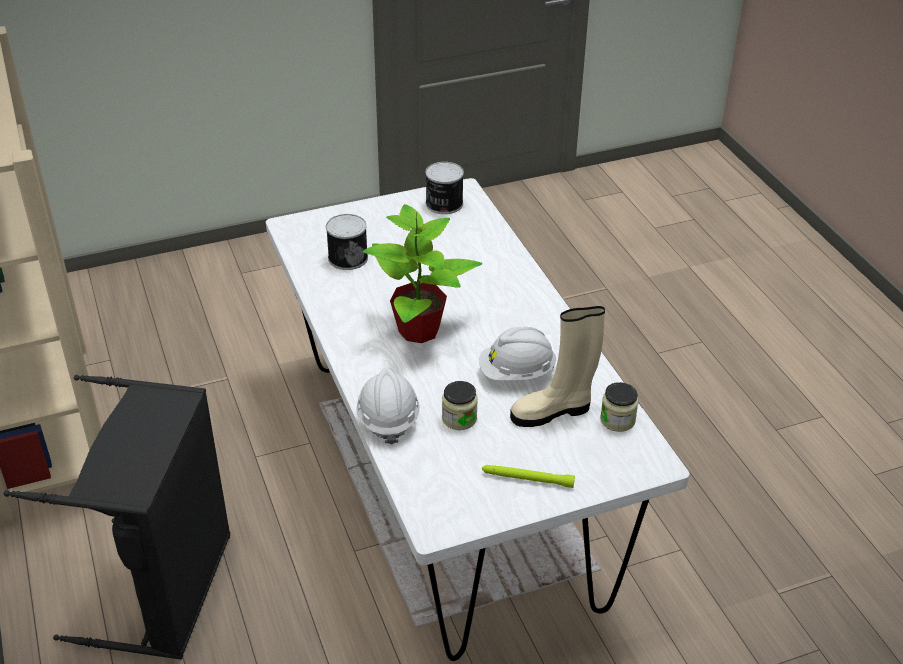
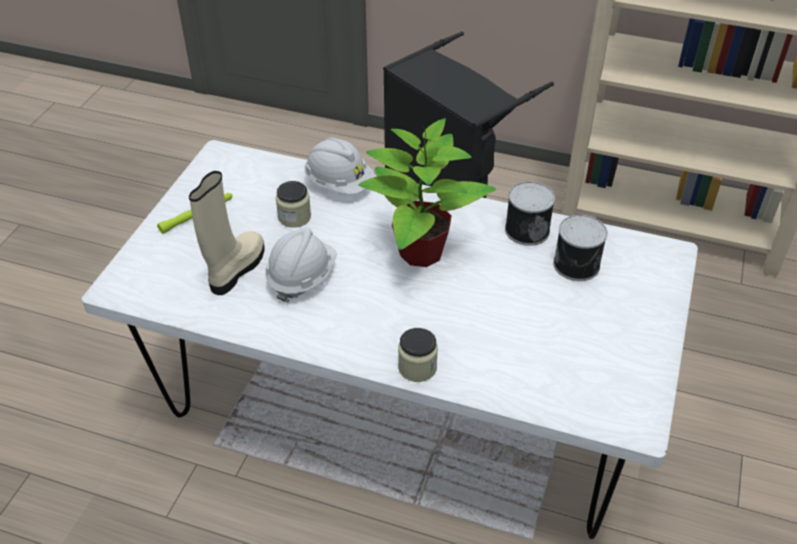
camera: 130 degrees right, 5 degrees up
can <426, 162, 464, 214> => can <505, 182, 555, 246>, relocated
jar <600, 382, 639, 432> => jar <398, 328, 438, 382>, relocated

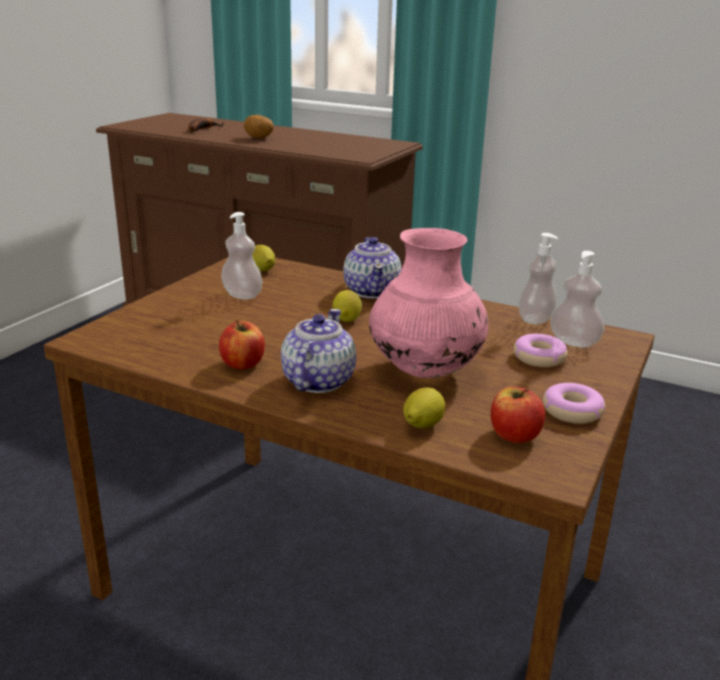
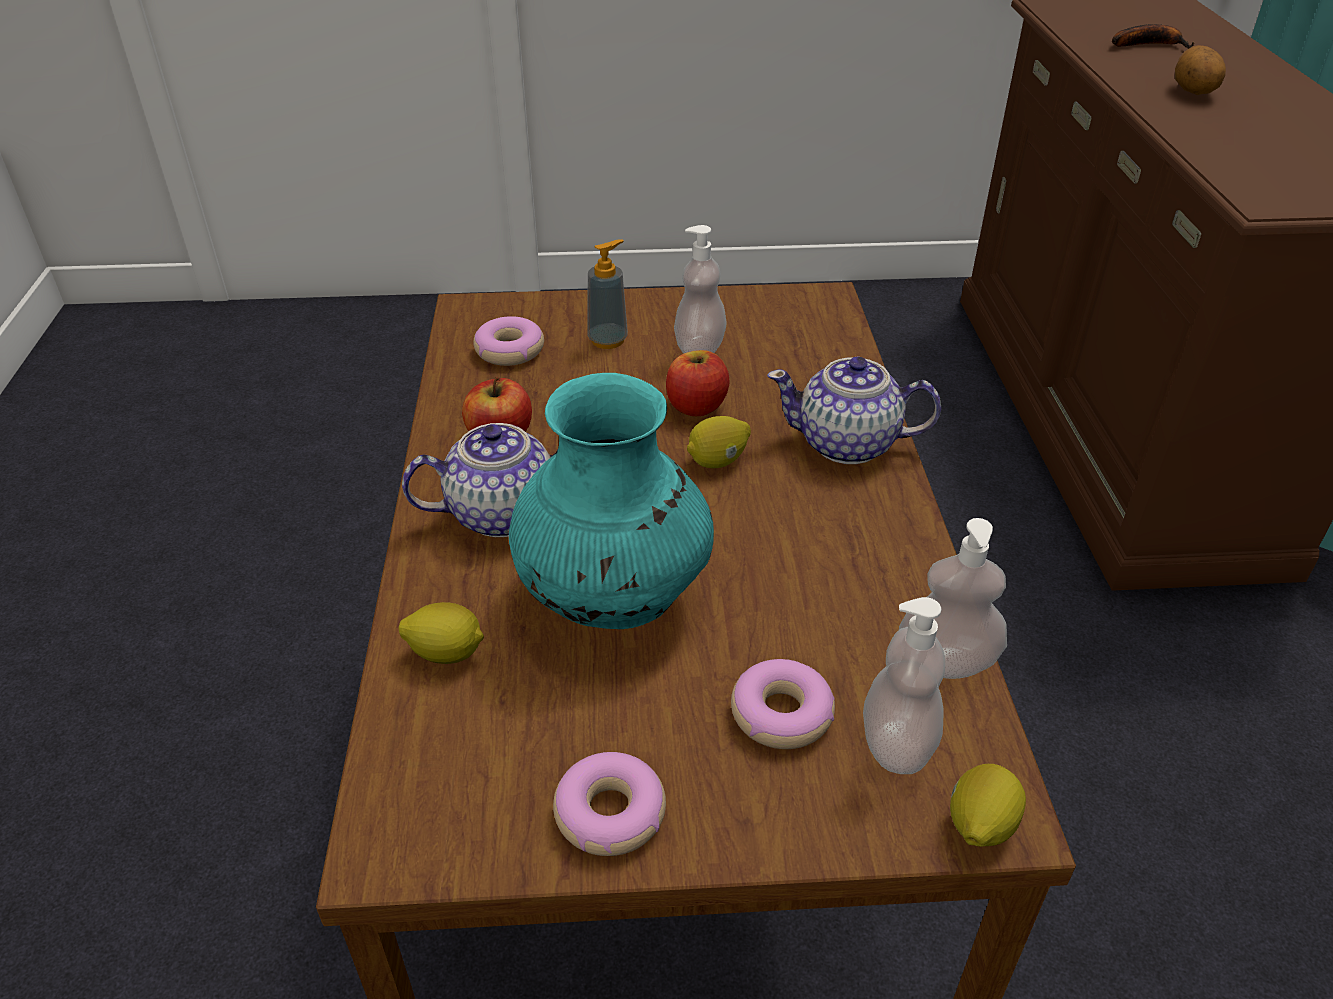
camera: 60 degrees right, 15 degrees up
lemon <253, 245, 275, 271> => lemon <950, 764, 1026, 847>, relocated
teapot <343, 237, 402, 298> => teapot <767, 357, 941, 464>, 45 degrees clockwise
vase/pink <369, 228, 488, 378> => vase/turquoise <509, 373, 714, 629>
apple <491, 387, 545, 443> => apple <666, 350, 730, 416>, relocated
nothing => donut <473, 316, 544, 366>
nothing => soap dispenser <587, 239, 628, 349>

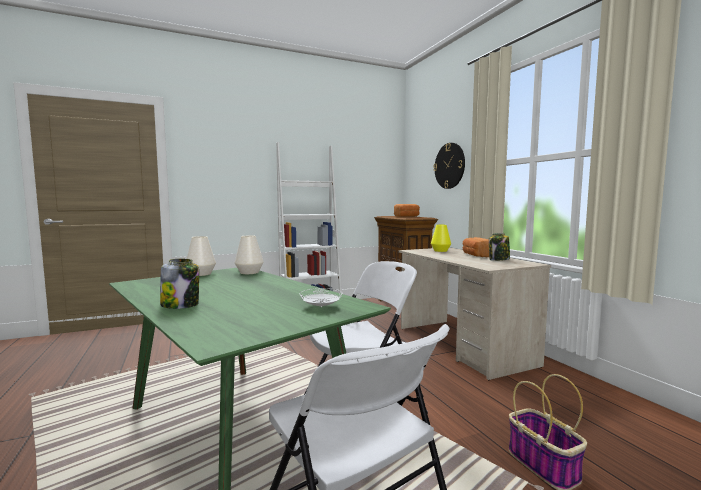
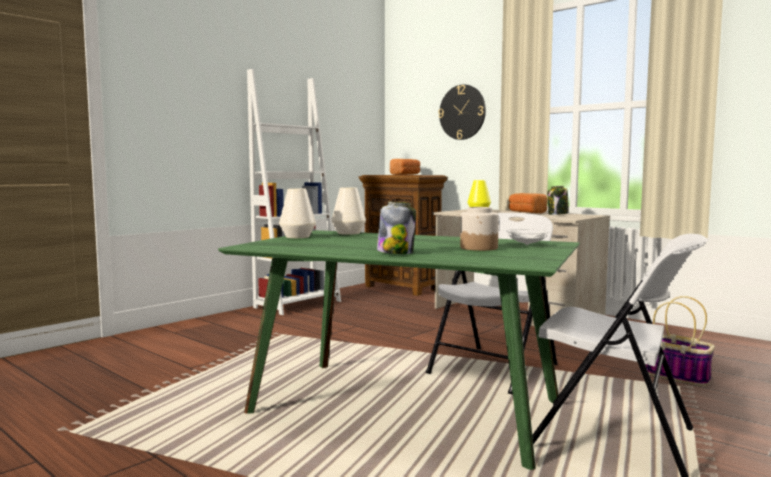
camera: 25 degrees left, 0 degrees up
nothing => jar <460, 207, 499, 251>

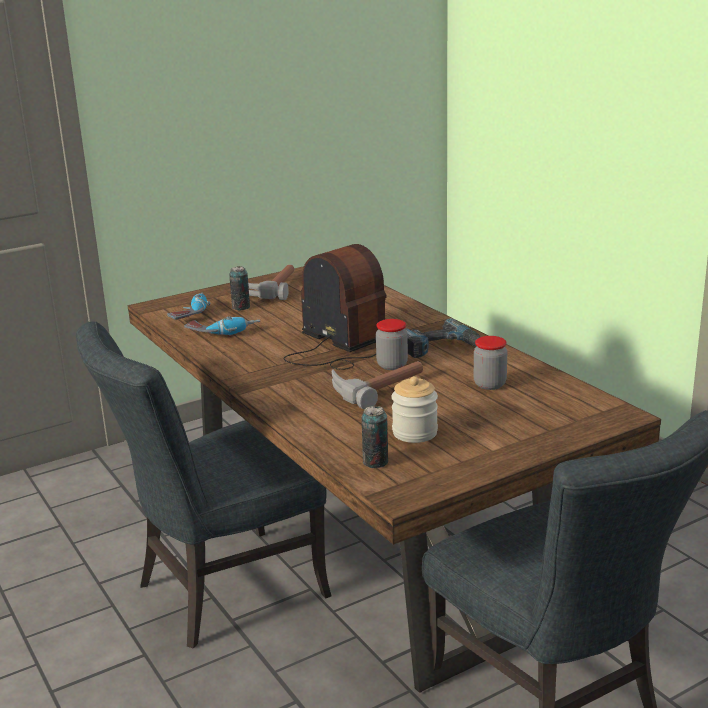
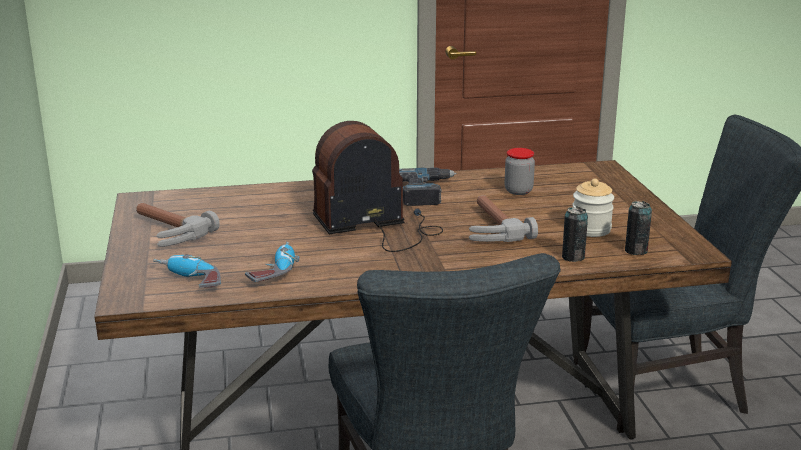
camera: 70 degrees left, 0 degrees up
can <229, 266, 250, 311> => can <562, 207, 588, 262>, relocated
jar <376, 319, 408, 370> => nothing

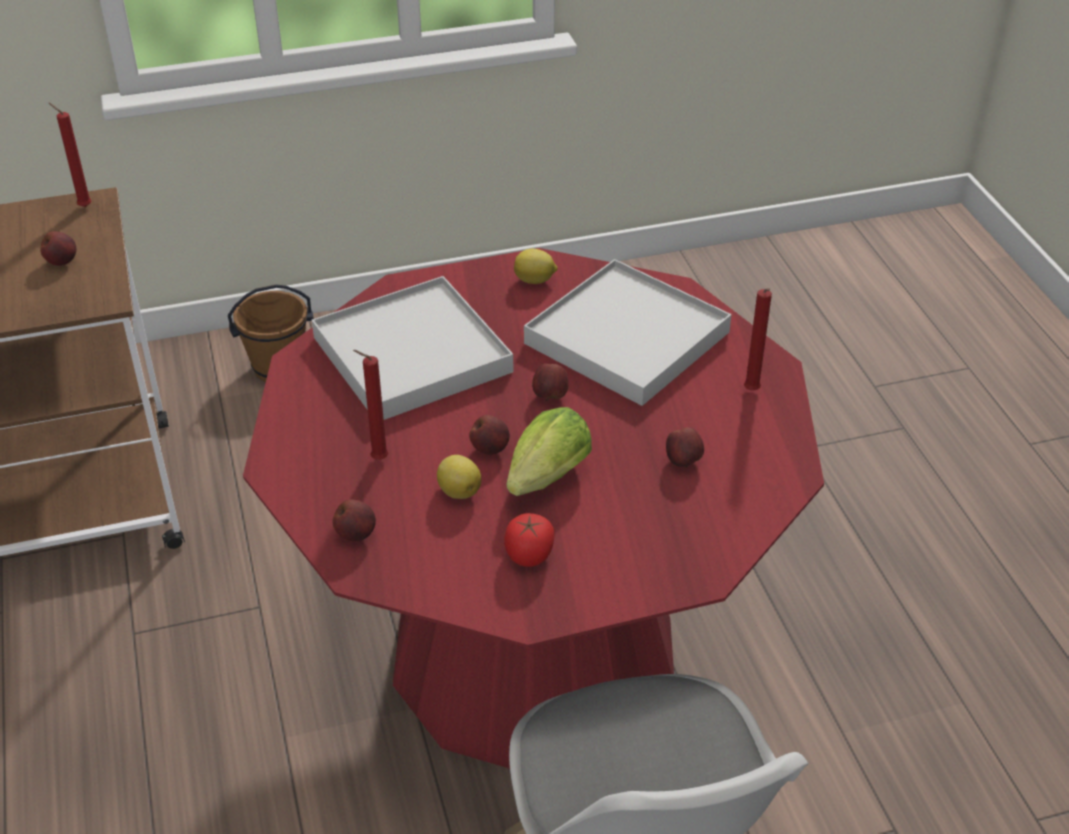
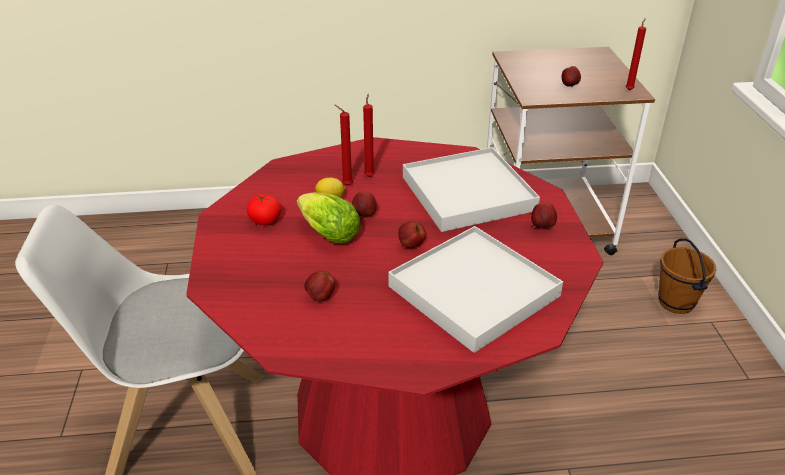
camera: 100 degrees right, 5 degrees down
apple <332, 499, 376, 541> => apple <531, 203, 557, 230>, relocated
lemon <514, 249, 558, 284> => nothing
candle/red <744, 288, 772, 391> => candle/red <335, 105, 353, 185>, relocated

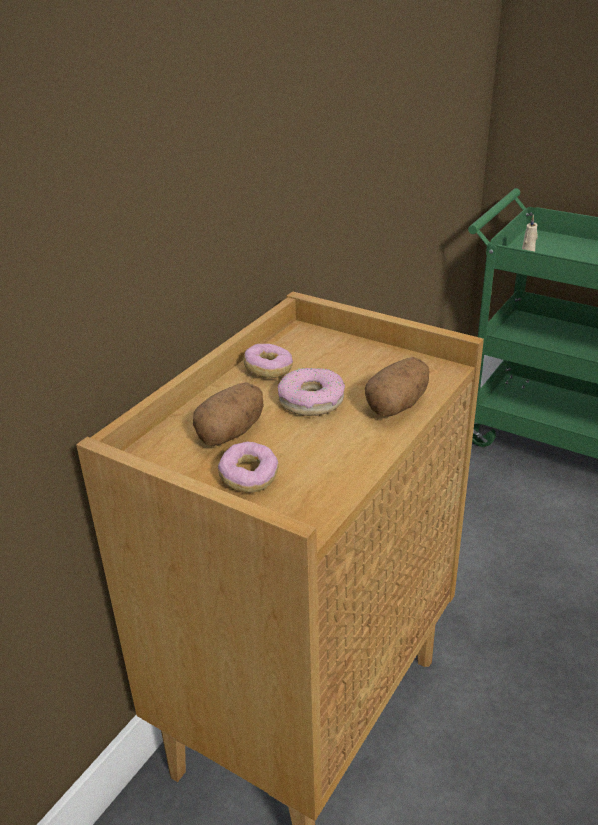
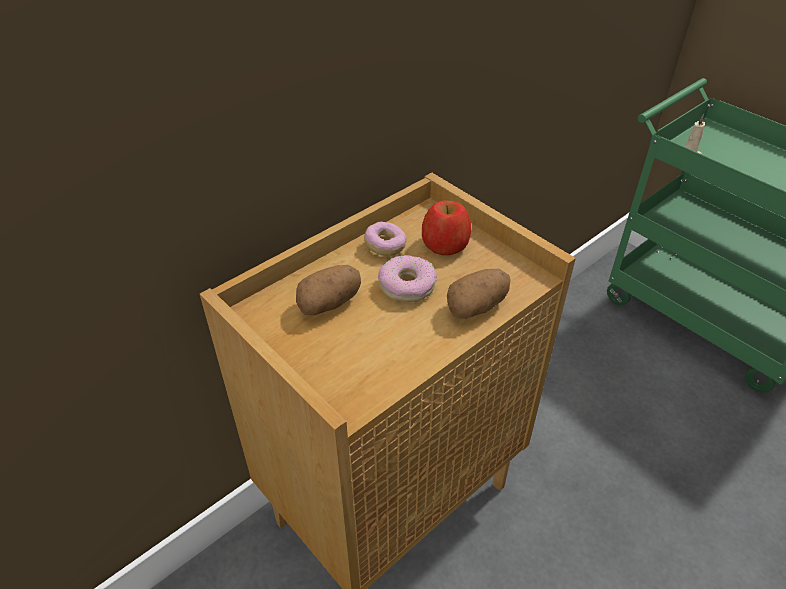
camera: 15 degrees right, 10 degrees up
donut <218, 442, 278, 493> => nothing
nothing => apple <422, 200, 471, 255>

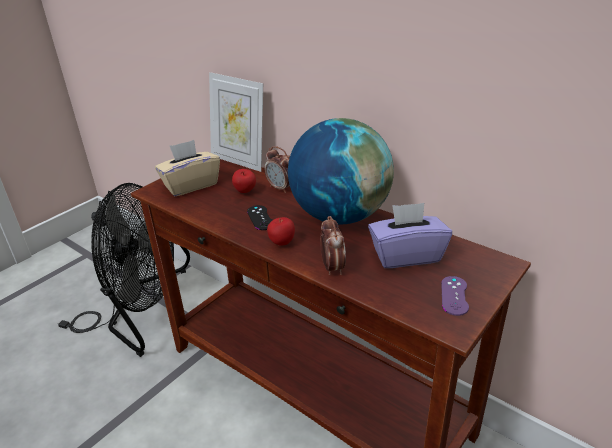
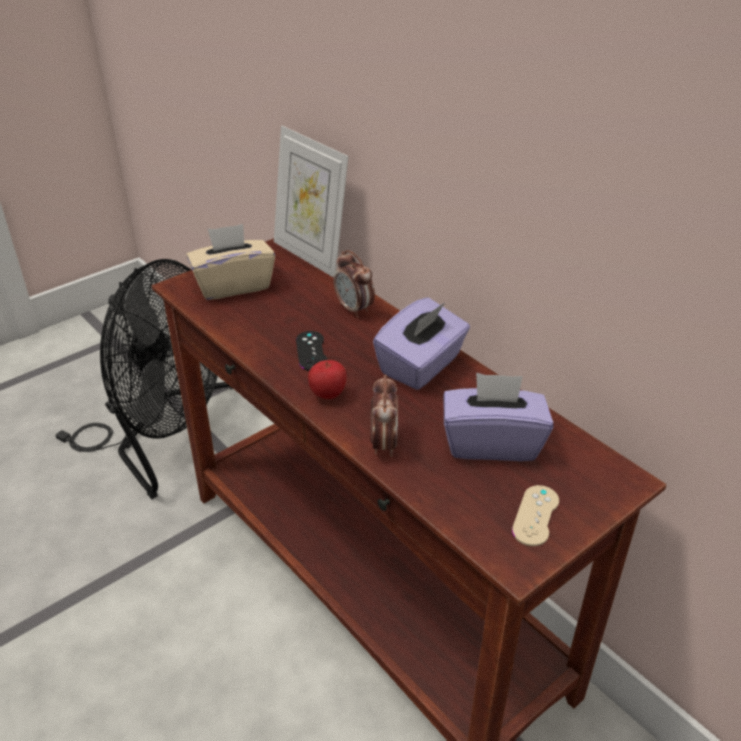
camera: 10 degrees right, 5 degrees up
apple <232, 169, 256, 193> => nothing
globe <288, 118, 394, 224> => tissue box/purple <373, 297, 470, 390>
game controller/purple <441, 276, 469, 316> => game controller/beige <512, 485, 559, 546>

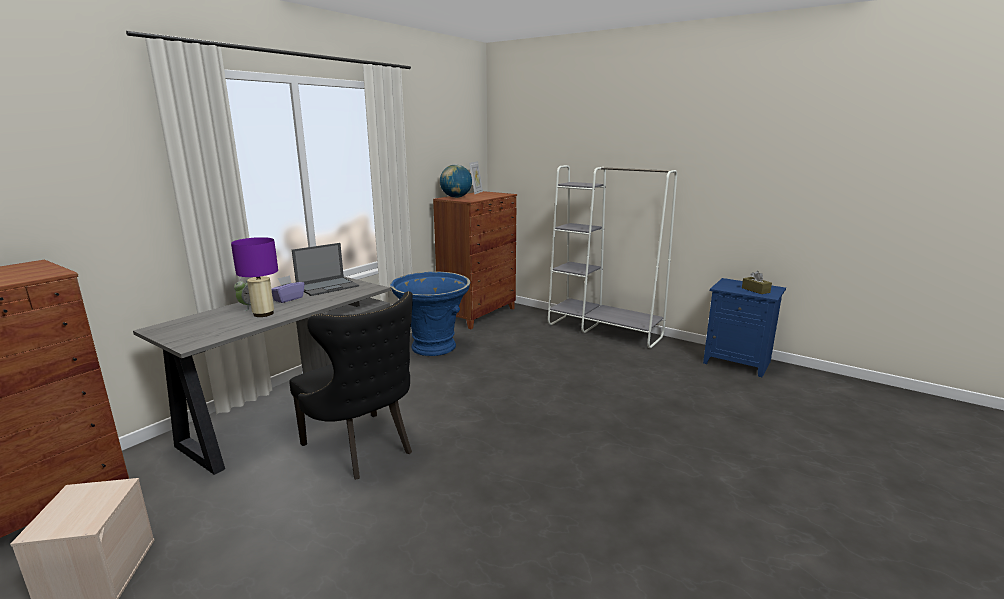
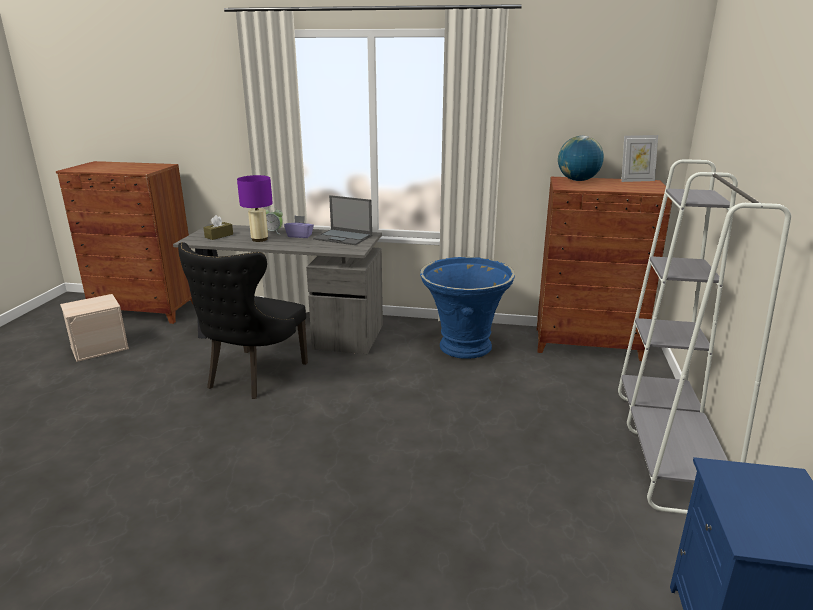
camera: 65 degrees right, 5 degrees up
tissue box/brown <742, 271, 772, 294> => tissue box/brown <203, 215, 233, 240>, relocated

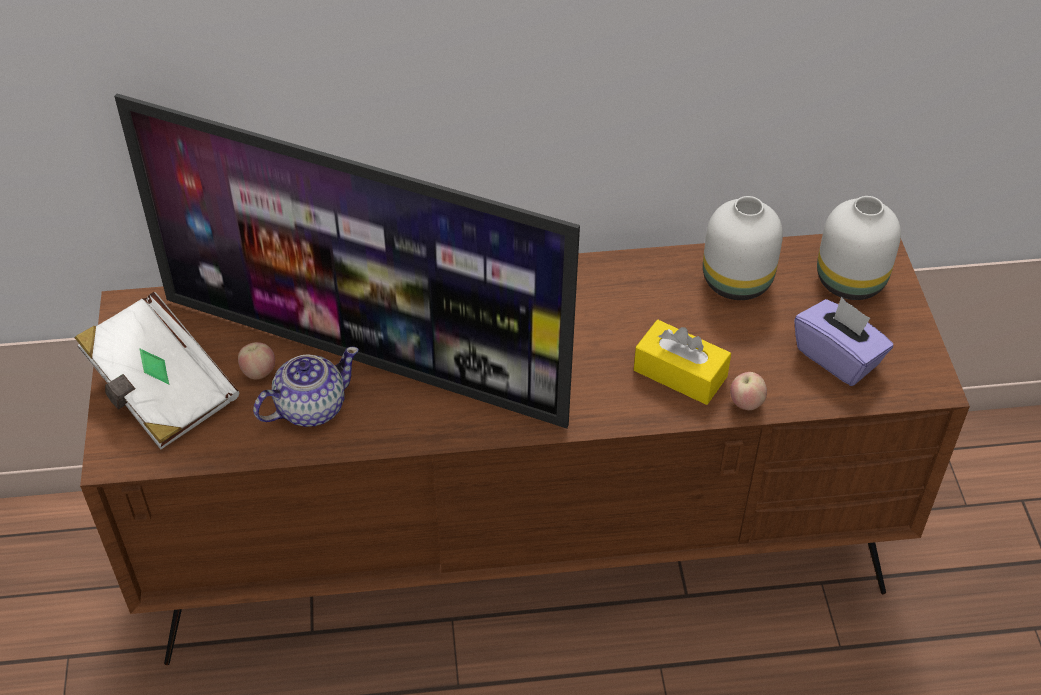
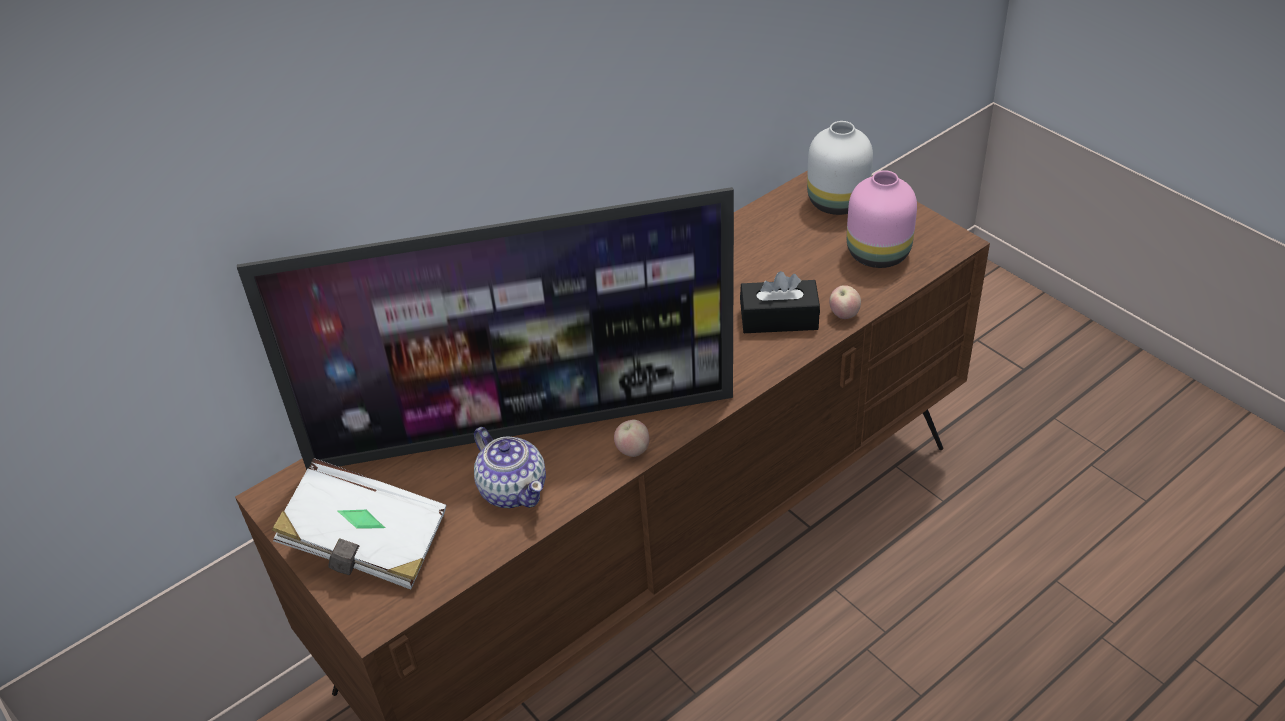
camera: 30 degrees left, 5 degrees down
apple <238, 342, 275, 379> => apple <614, 419, 650, 457>, relocated
teapot <253, 347, 359, 427> => teapot <474, 427, 546, 508>, 120 degrees clockwise
tissue box/yellow <634, 320, 731, 405> => tissue box/black <740, 271, 820, 333>
vase/white <703, 196, 783, 300> => nothing
tissue box/purple <794, 297, 893, 386> => vase/pink <847, 170, 917, 268>

